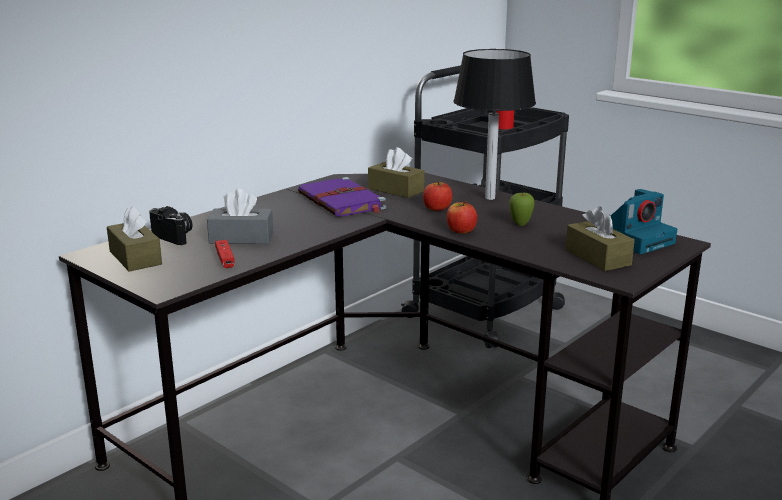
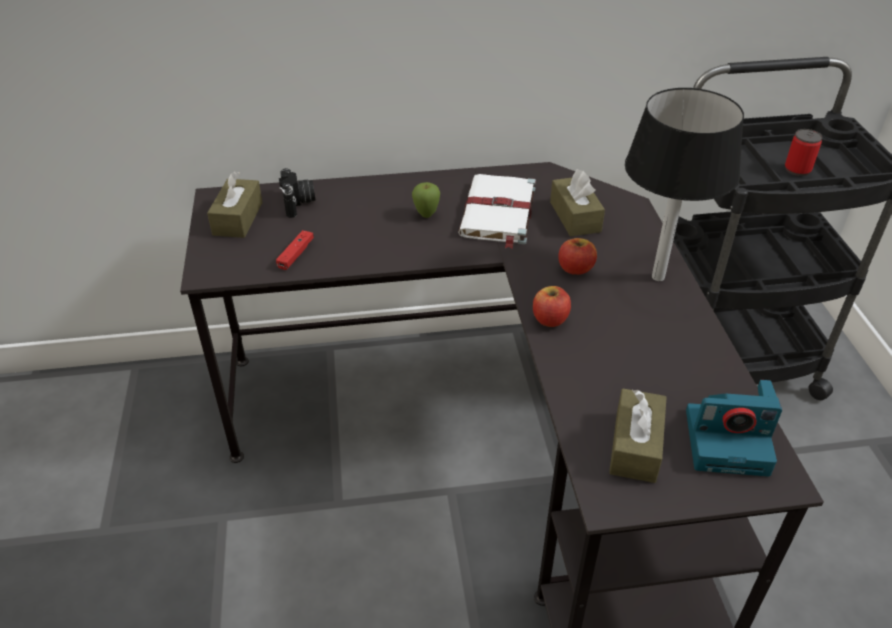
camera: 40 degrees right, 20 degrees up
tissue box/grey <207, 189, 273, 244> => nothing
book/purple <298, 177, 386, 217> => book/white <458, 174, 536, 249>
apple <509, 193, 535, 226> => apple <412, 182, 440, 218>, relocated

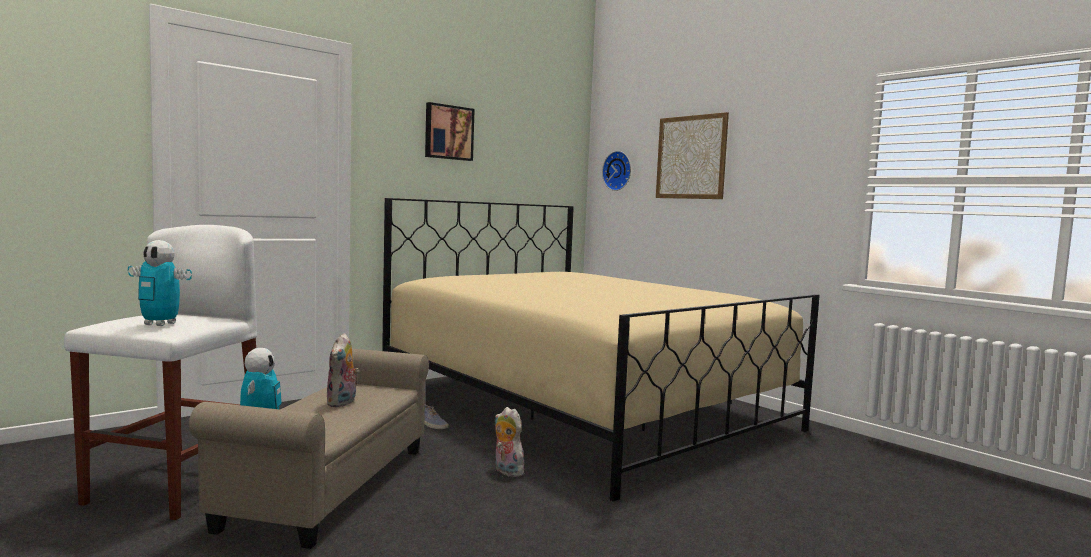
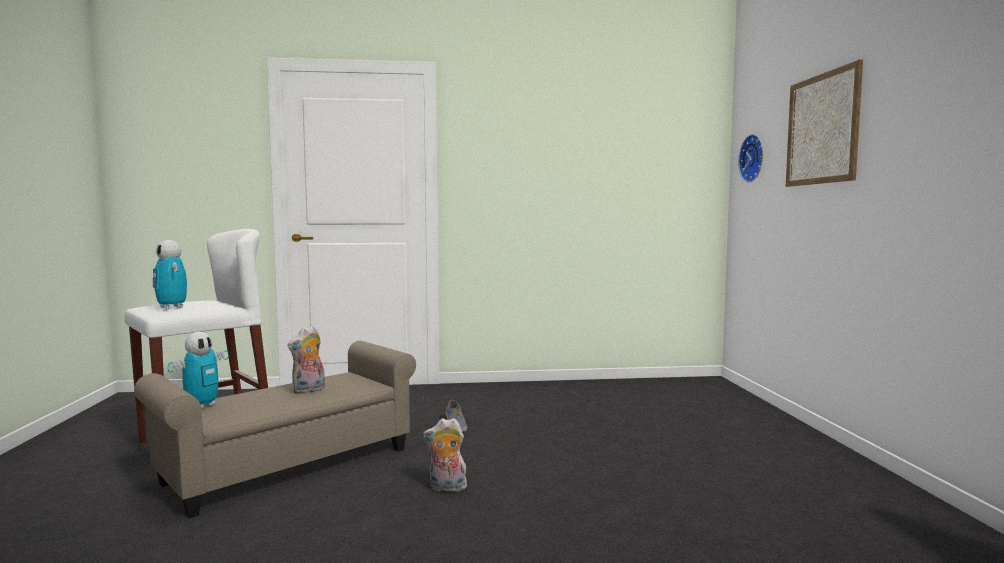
camera: 35 degrees right, 0 degrees up
bed/beige <382, 198, 820, 502> => nothing
picture <425, 102, 475, 161> => nothing
plush toy <495, 407, 528, 477> => plush toy <423, 418, 467, 492>, 75 degrees counterclockwise

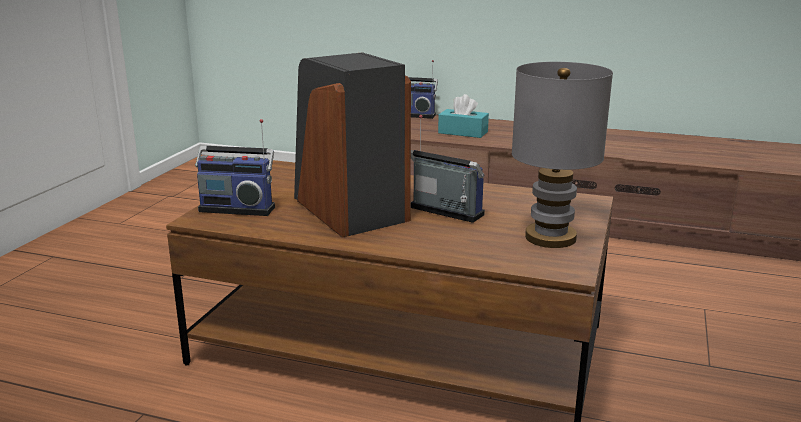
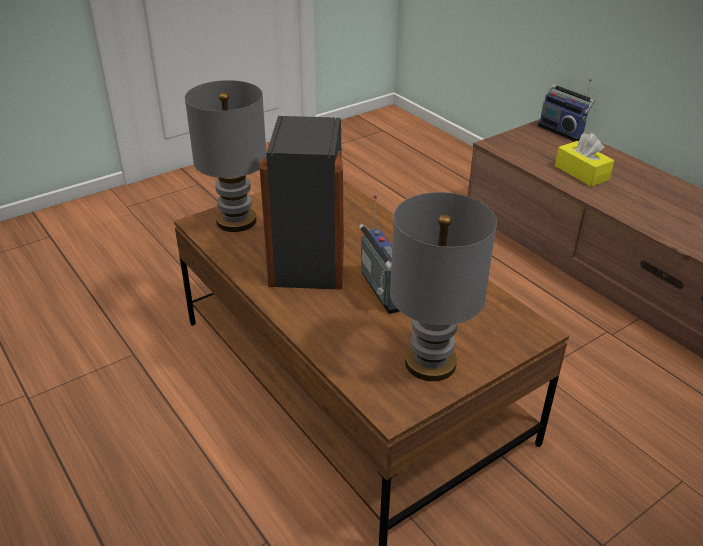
camera: 35 degrees right, 15 degrees up
radio <195, 119, 275, 216> => table lamp/grey <185, 80, 267, 232>
tissue box/turquoise <438, 94, 489, 138> => tissue box/yellow <555, 133, 614, 186>

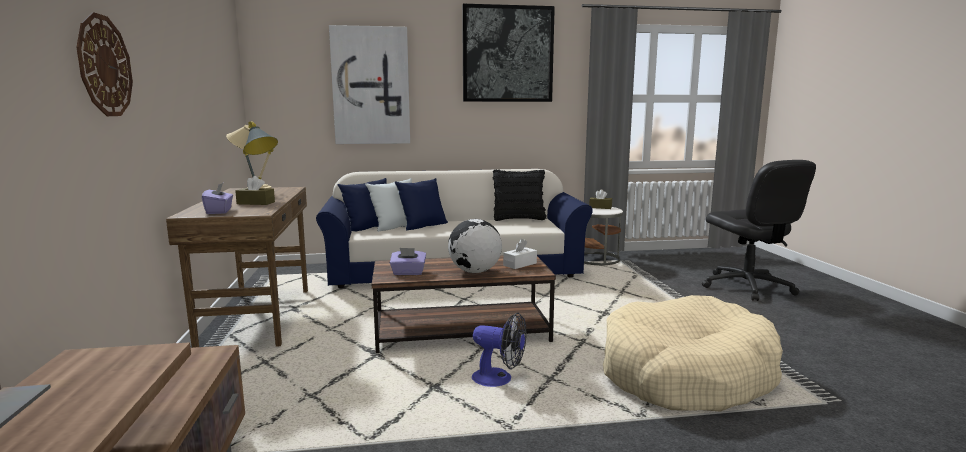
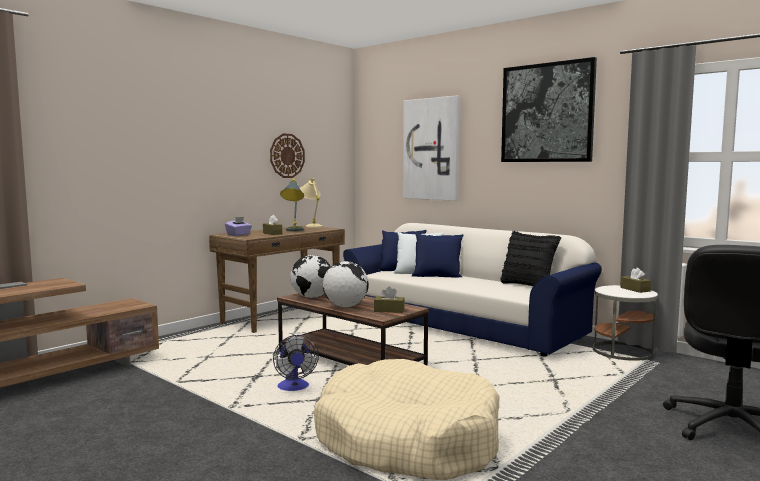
camera: 50 degrees right, 5 degrees down
wall clock <76, 12, 133, 116> => wall clock <270, 134, 305, 178>, relocated
tissue box/purple <390, 248, 426, 275> => globe <290, 255, 331, 298>
tissue box/white <503, 238, 537, 269> => tissue box/brown <374, 287, 405, 313>

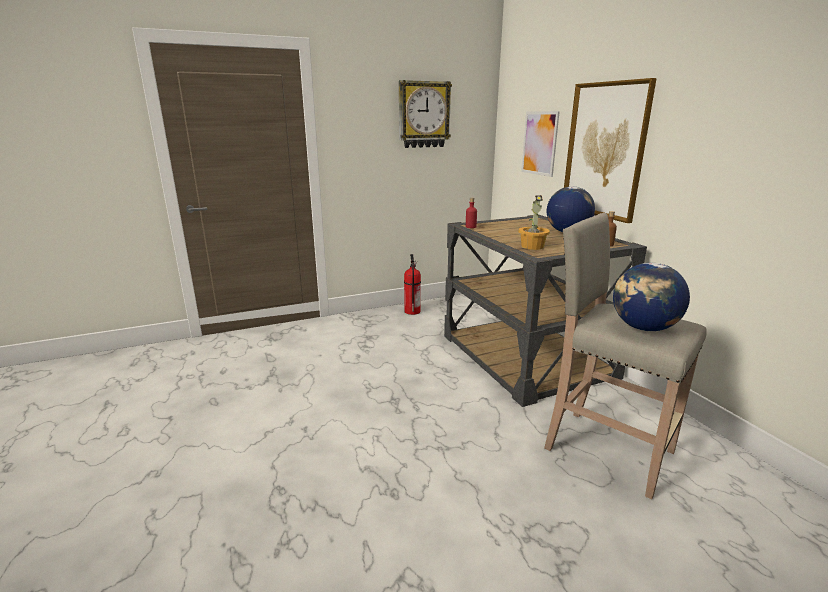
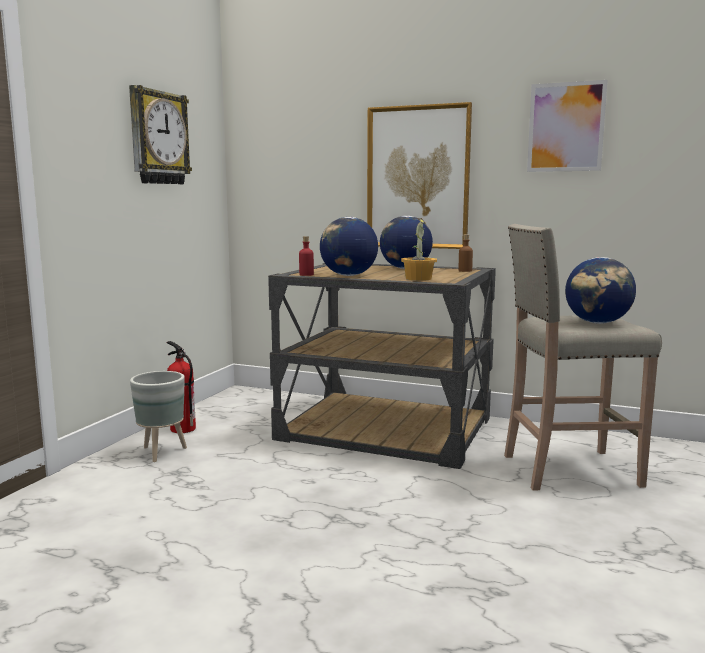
camera: 45 degrees left, 10 degrees down
picture <521, 111, 560, 177> => picture <527, 80, 608, 172>, relocated
nothing => planter/grey <130, 371, 187, 462>
nothing => globe <320, 217, 378, 276>

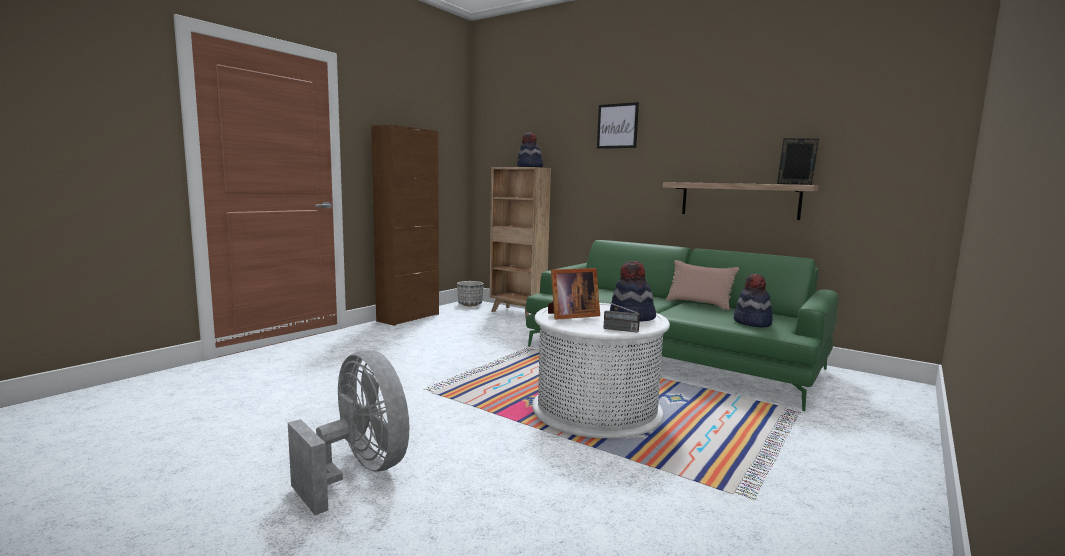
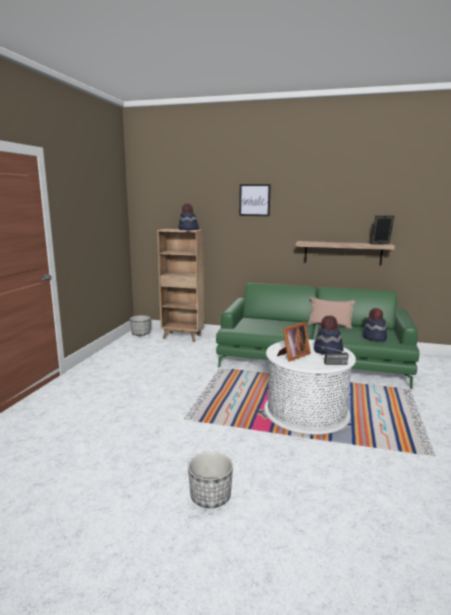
camera: 20 degrees left, 5 degrees up
fan/grey <288, 350, 409, 515> => planter <188, 452, 233, 508>
cabinet/brown <371, 124, 439, 326> => nothing

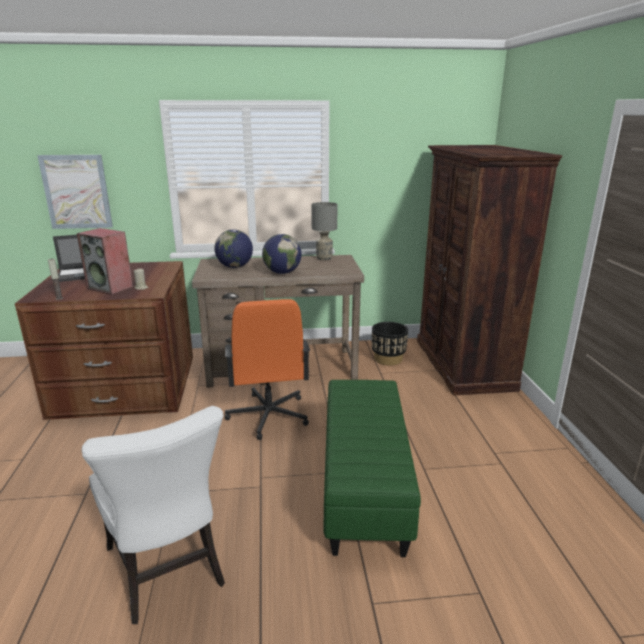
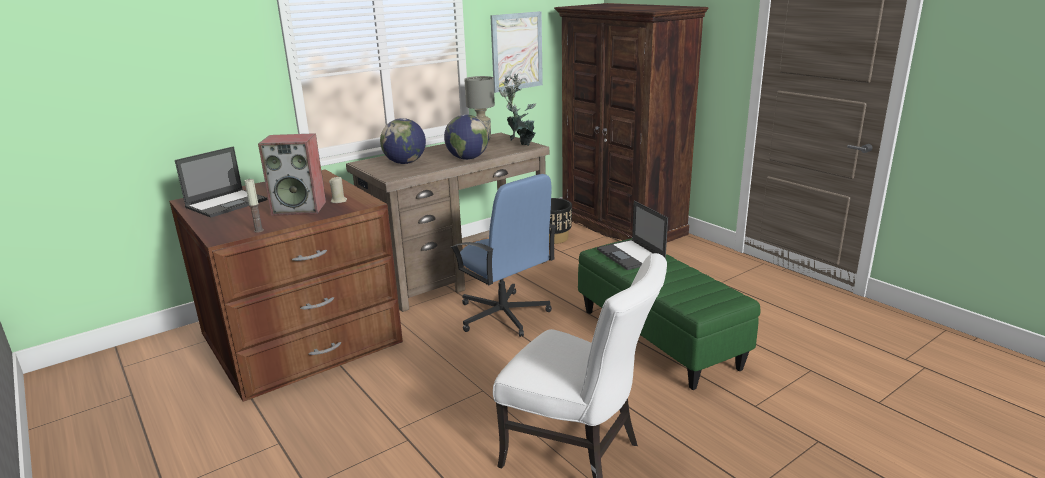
camera: 30 degrees left, 0 degrees up
picture <37, 155, 113, 229> => picture <490, 11, 543, 93>, relocated
office chair/orange <225, 299, 310, 440> => office chair/blue <450, 174, 557, 337>
nothing => potted plant <497, 73, 536, 146>
nothing => laptop <597, 200, 668, 270>

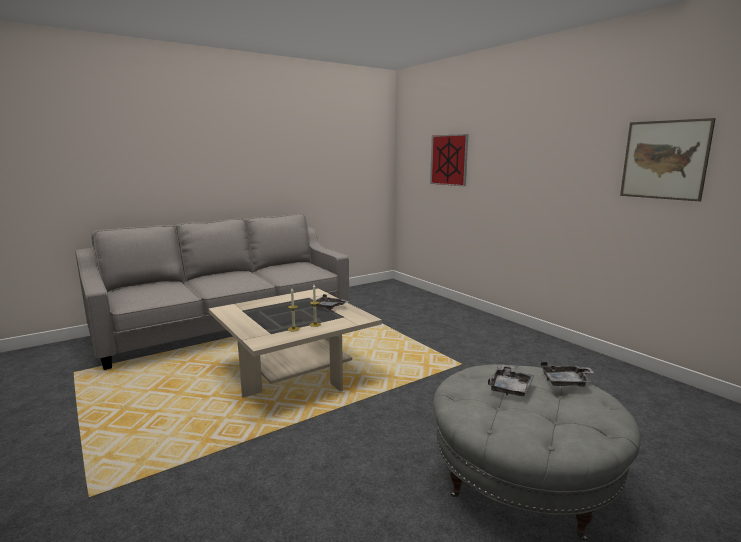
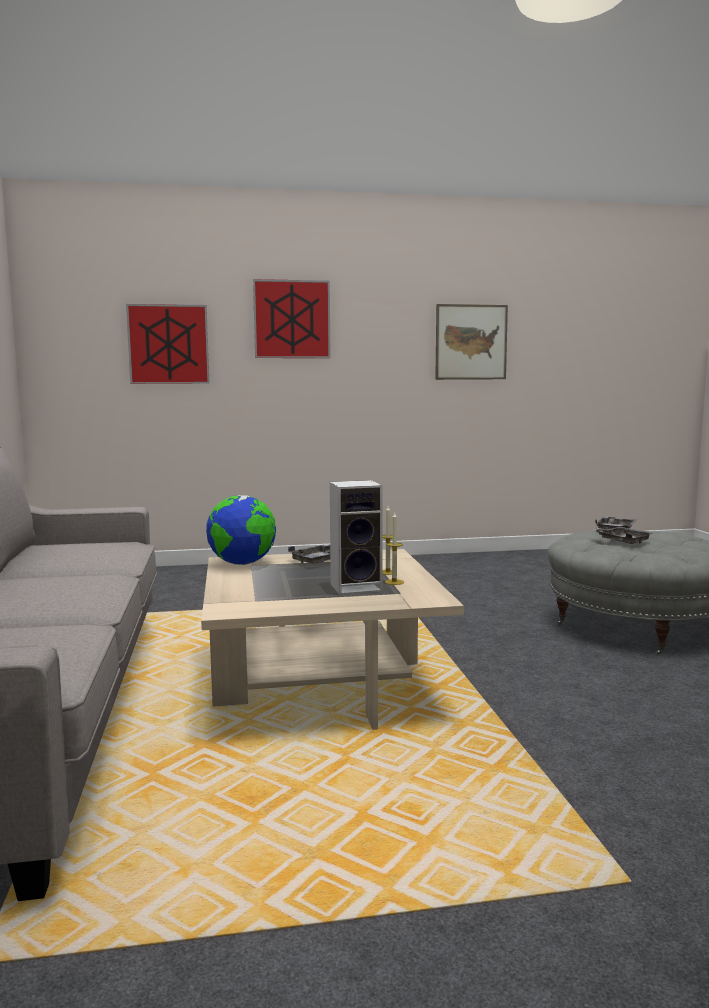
camera: 65 degrees left, 5 degrees down
nothing => globe <206, 495, 276, 565>
nothing => picture <253, 279, 331, 358>
nothing => speaker <330, 480, 383, 595>

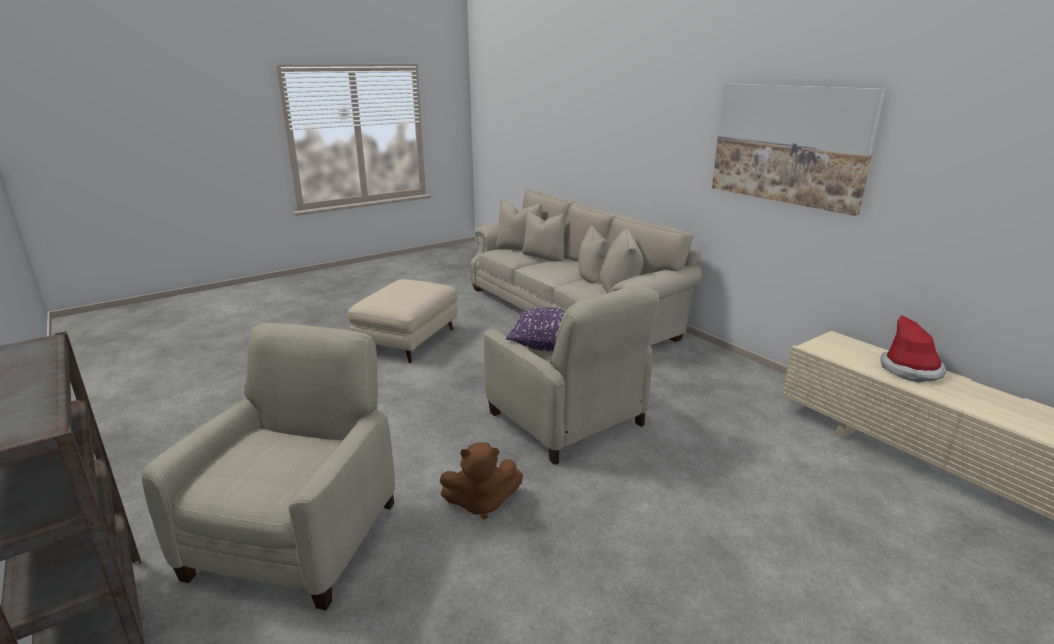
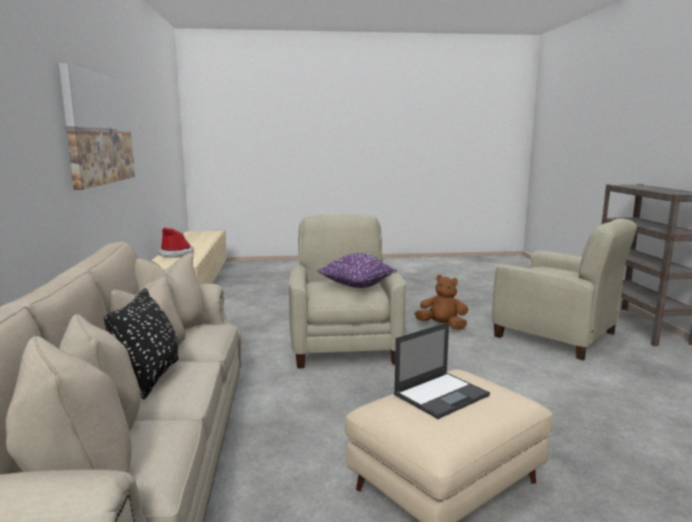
camera: 150 degrees left, 10 degrees down
armchair/beige <142, 323, 395, 610> => armchair/beige <492, 219, 637, 360>, 90 degrees counterclockwise
nothing => pillow/black <104, 288, 179, 400>
nothing => laptop <394, 322, 490, 419>

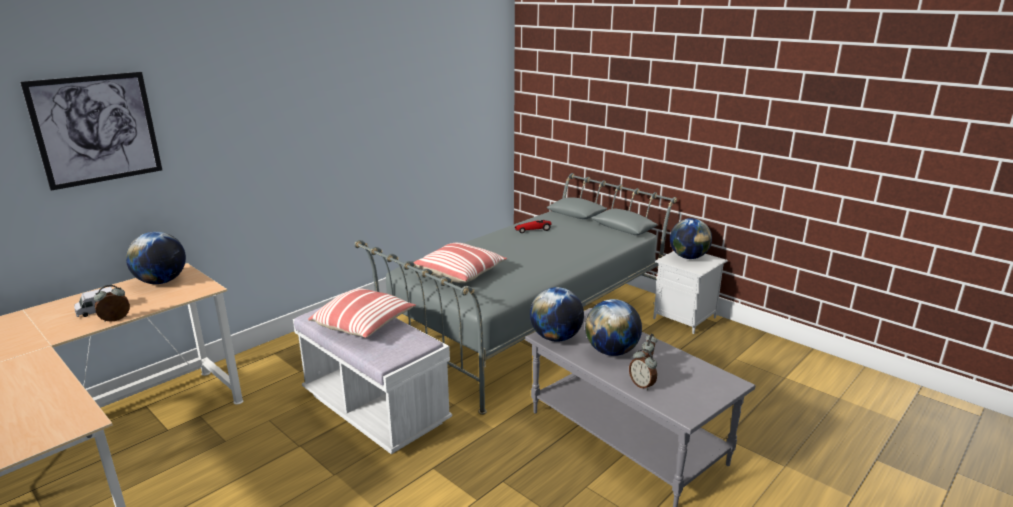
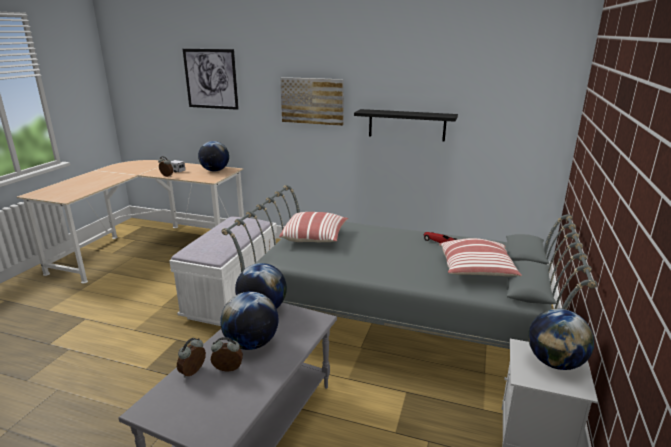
camera: 65 degrees right, 0 degrees up
pillow <308, 288, 416, 338> => pillow <439, 238, 522, 277>, relocated
nothing => picture <280, 77, 344, 126>
nothing => shelf/black <354, 109, 458, 141>

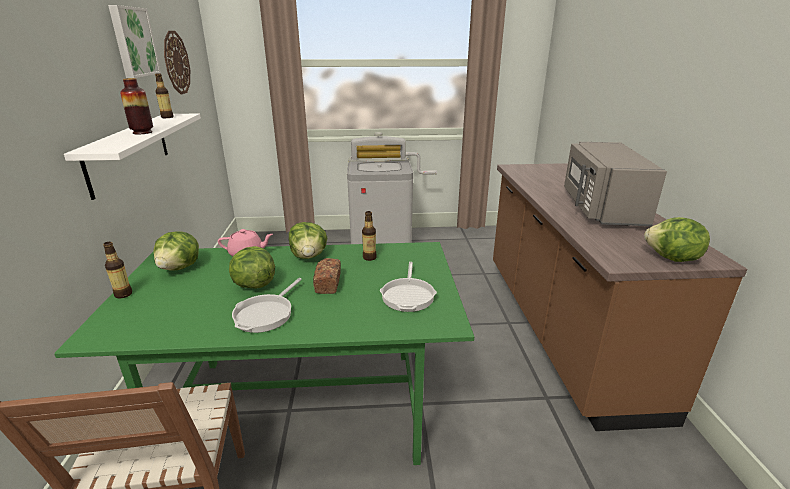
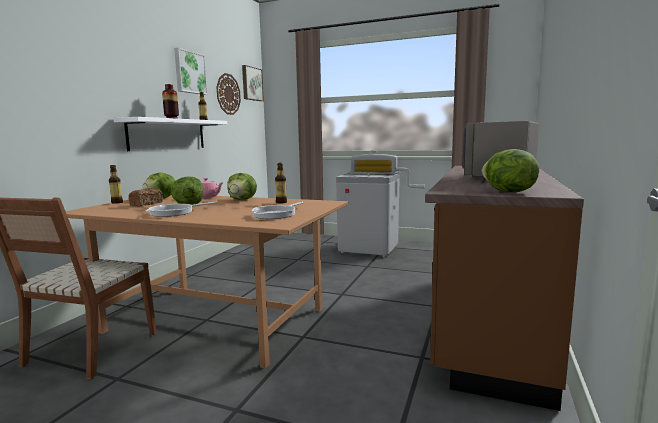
camera: 25 degrees right, 15 degrees down
dining table/green <54, 242, 474, 465> => dining table/brown <66, 195, 348, 369>
bread <313, 258, 341, 294> => bread <128, 189, 163, 206>, relocated
nothing => picture <242, 65, 264, 101>

